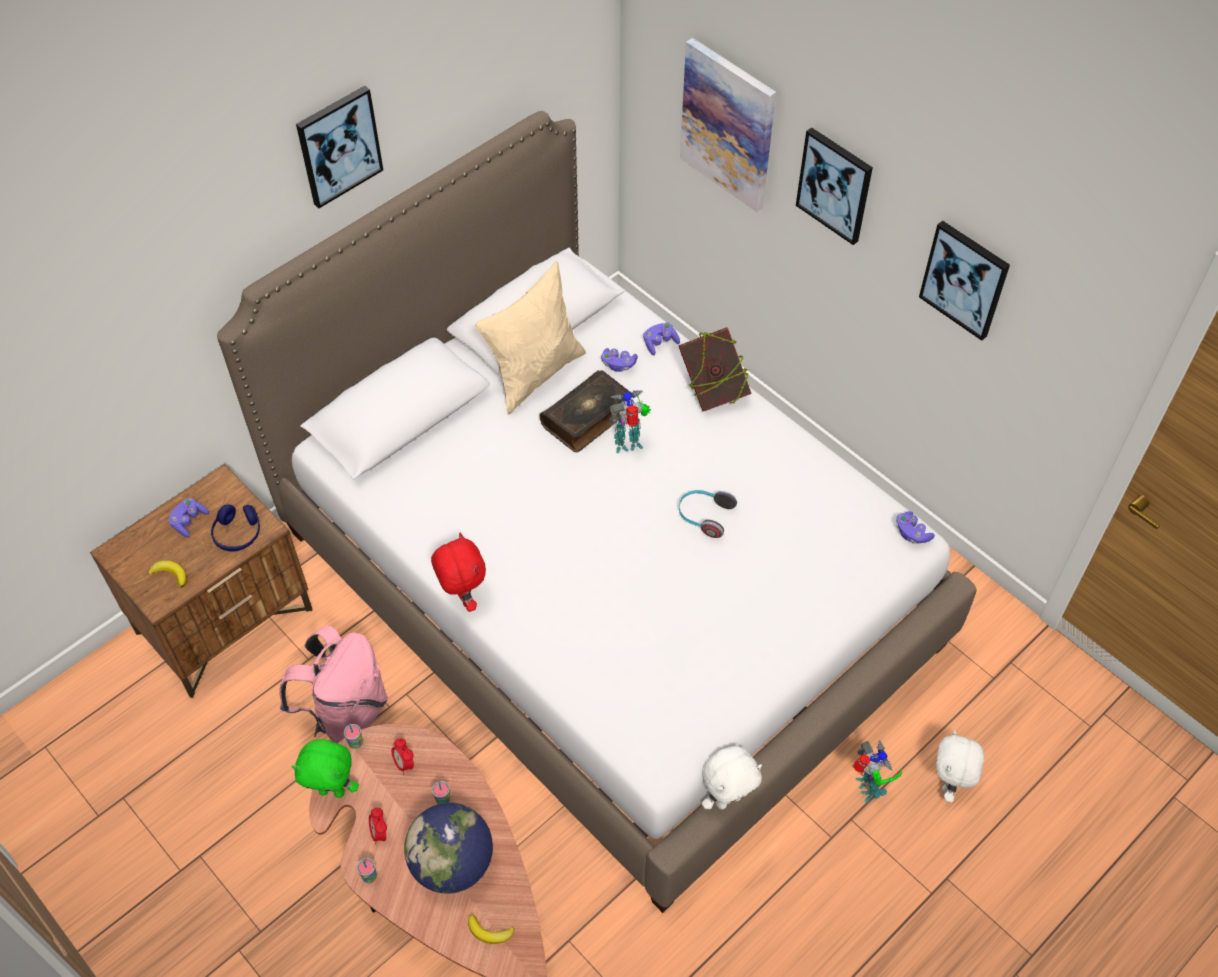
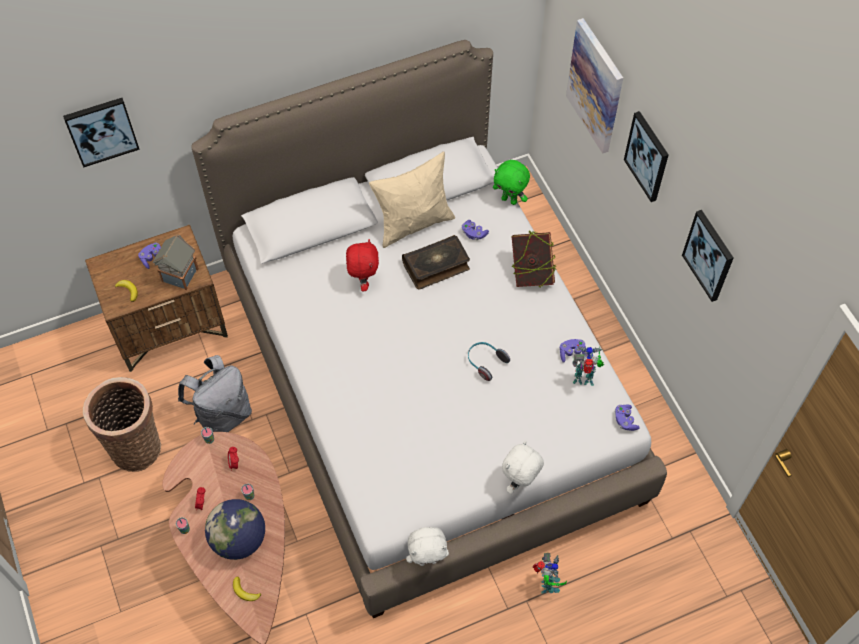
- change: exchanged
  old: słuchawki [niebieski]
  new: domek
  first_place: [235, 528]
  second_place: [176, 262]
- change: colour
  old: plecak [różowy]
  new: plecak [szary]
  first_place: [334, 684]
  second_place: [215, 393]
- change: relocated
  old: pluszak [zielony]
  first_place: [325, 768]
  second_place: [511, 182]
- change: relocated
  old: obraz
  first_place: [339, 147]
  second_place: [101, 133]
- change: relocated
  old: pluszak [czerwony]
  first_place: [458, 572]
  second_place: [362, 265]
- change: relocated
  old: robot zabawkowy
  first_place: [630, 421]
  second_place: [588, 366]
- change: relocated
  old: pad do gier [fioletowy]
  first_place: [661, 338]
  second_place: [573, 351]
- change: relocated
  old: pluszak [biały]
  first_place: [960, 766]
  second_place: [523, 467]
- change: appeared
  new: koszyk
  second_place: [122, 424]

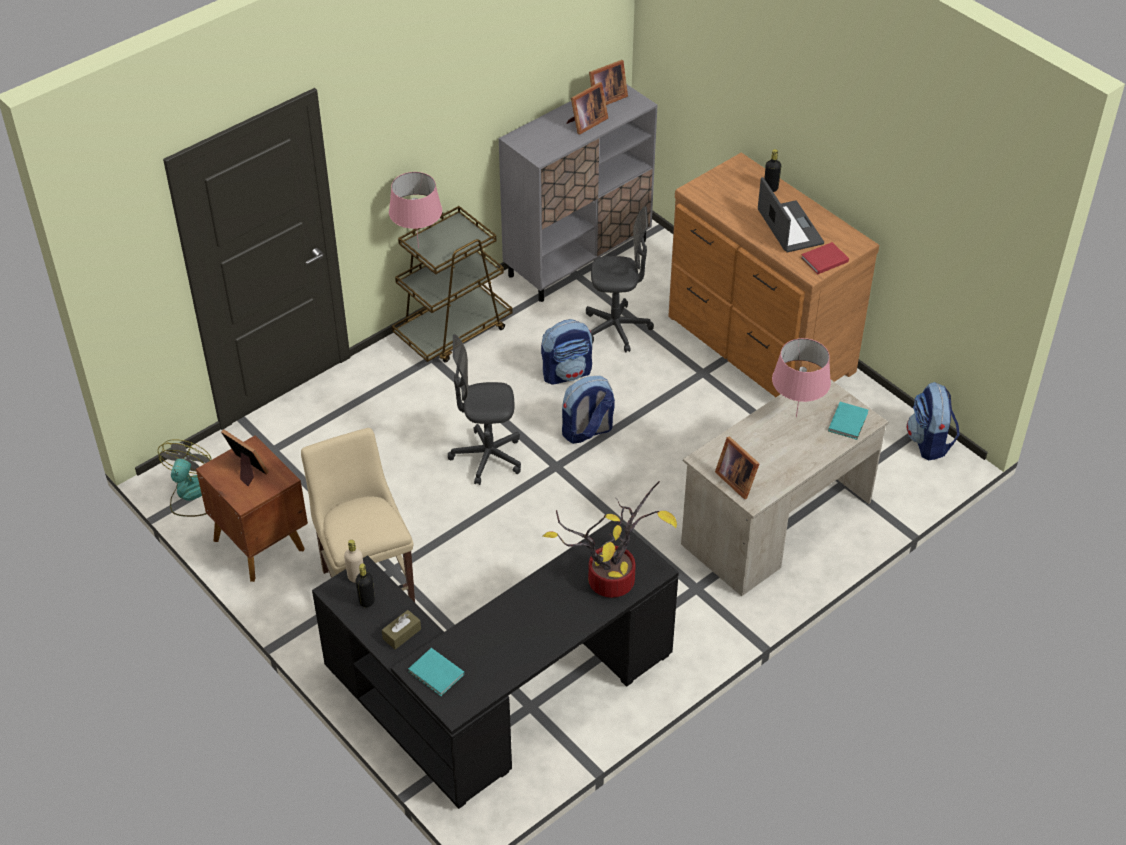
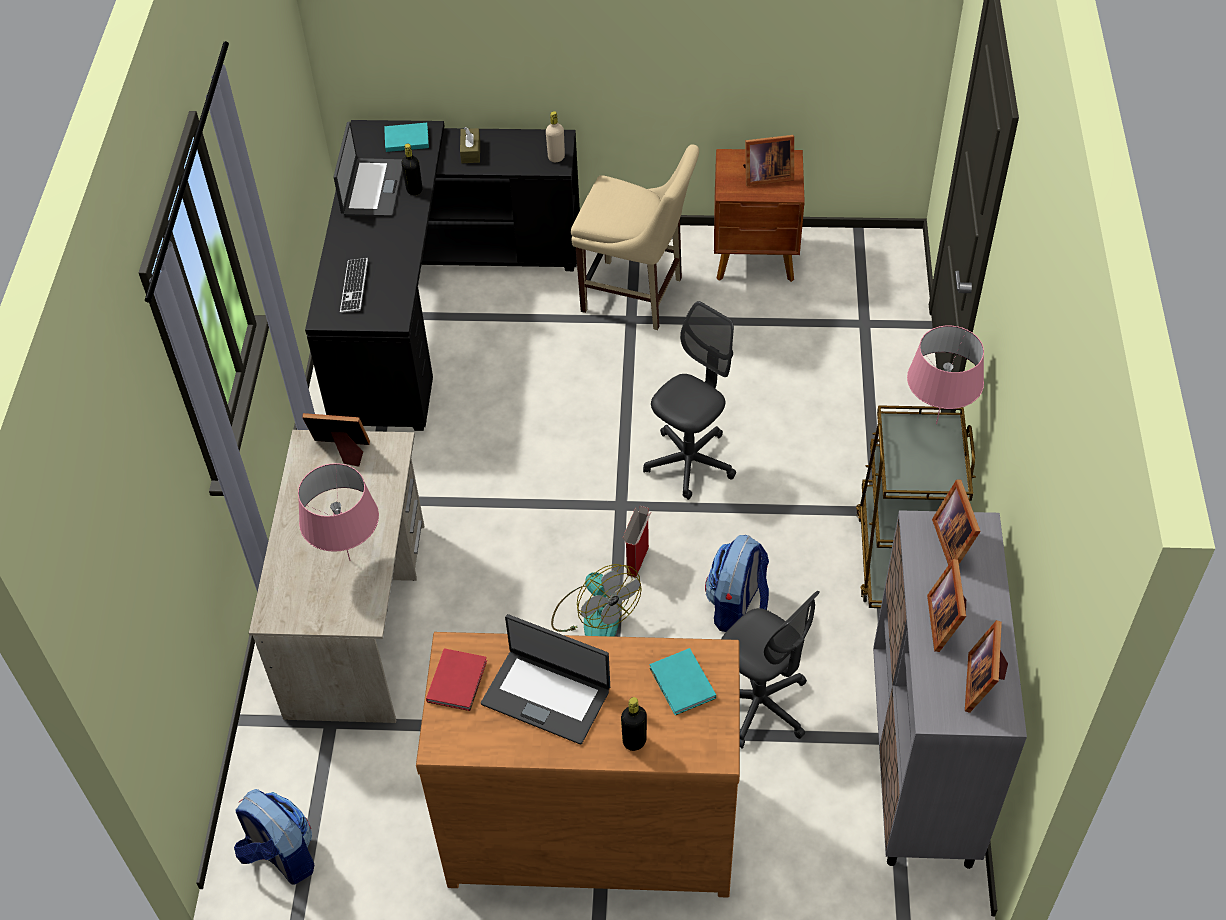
- change: relocated
  old: wentylator
  first_place: [184, 478]
  second_place: [596, 600]
- change: relocated
  old: butelka [czarny]
  first_place: [365, 585]
  second_place: [411, 169]
- change: exchanged
  old: roślina doniczkowa
  new: klawiatura
  first_place: [610, 539]
  second_place: [354, 285]
- change: exchanged
  old: plecak
  new: karton
  first_place: [588, 410]
  second_place: [637, 542]
- change: spun
  old: krzesło biurowe [szary]
  first_place: [620, 279]
  second_place: [770, 670]
  degrees: -90
- change: relocated
  old: książka [turkusowy]
  first_place: [848, 421]
  second_place: [682, 681]
- change: appeared
  new: laptop
  second_place: [368, 169]
- change: appeared
  new: ramka na zdjęcie
  second_place: [956, 522]

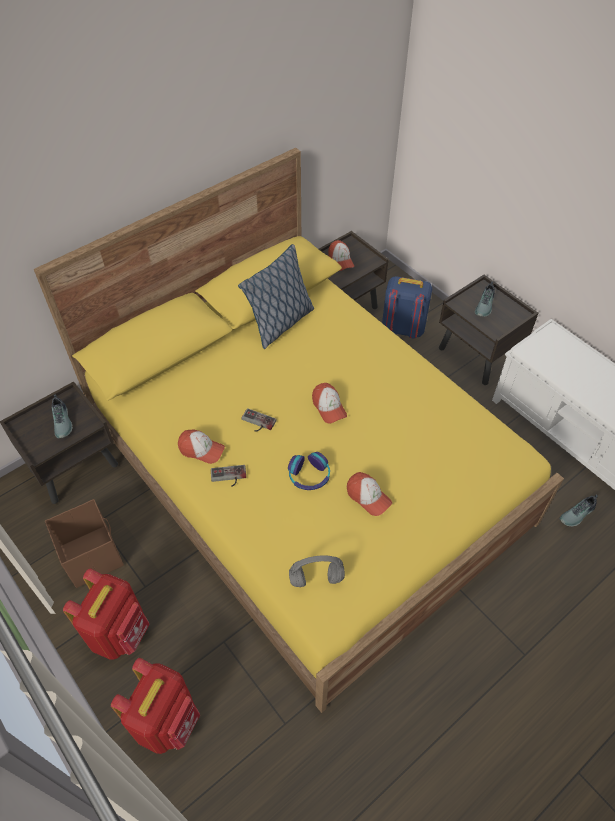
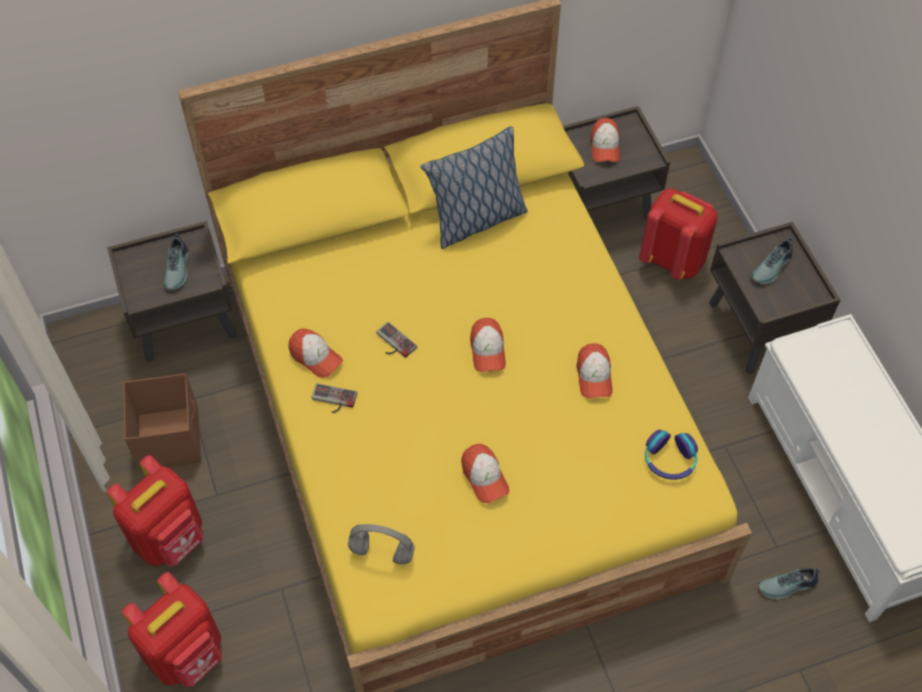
- change: relocated
  old: słuchawki
  first_place: [309, 471]
  second_place: [671, 455]
- change: colour
  old: plecak [niebieski]
  new: plecak [czerwony]
  first_place: [407, 307]
  second_place: [678, 234]
- change: appeared
  new: czapka z daszkiem
  second_place: [595, 370]

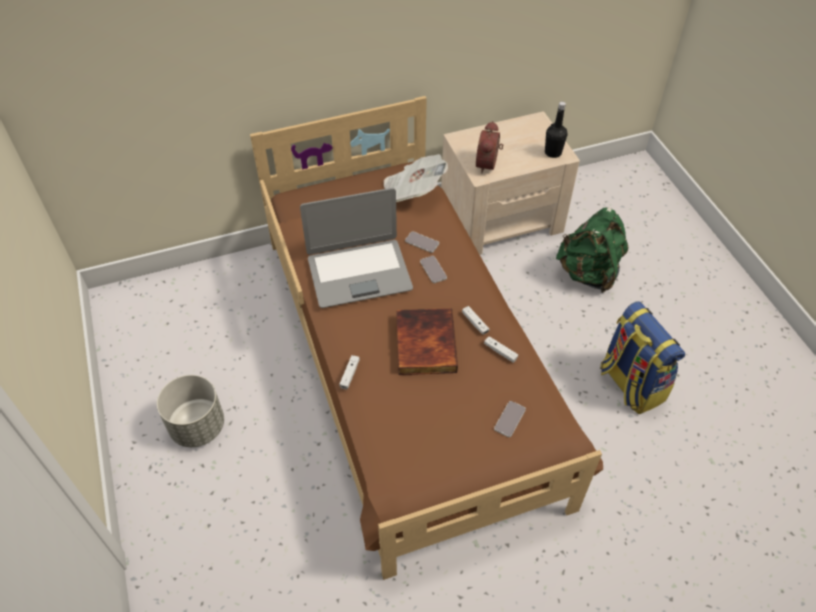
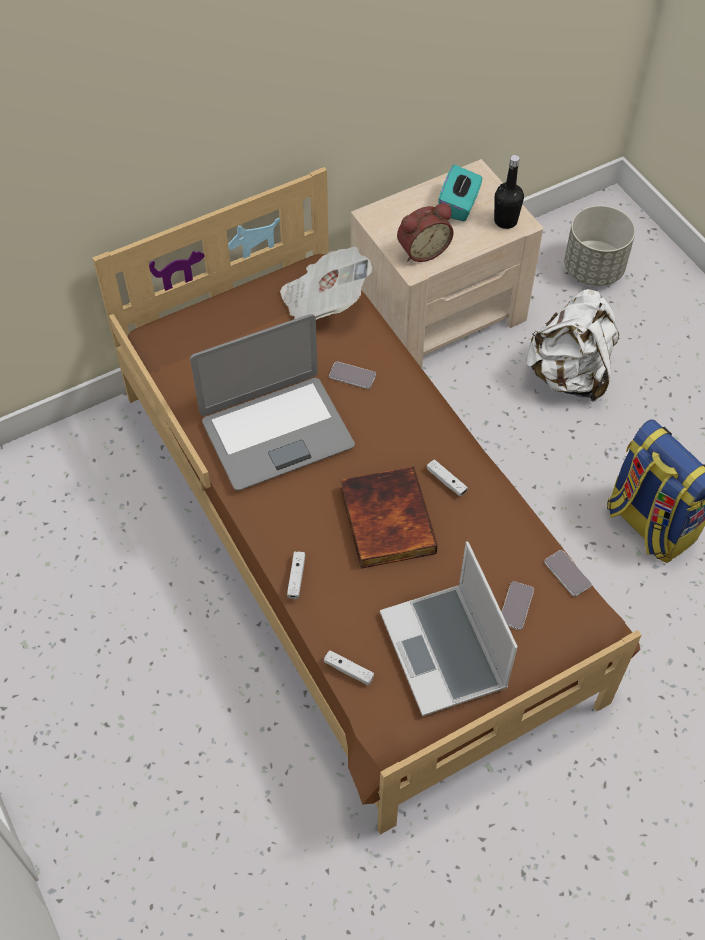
- change: relocated
  old: donica [szary]
  first_place: [190, 411]
  second_place: [599, 245]
- change: relocated
  old: telefon
  first_place: [433, 269]
  second_place: [568, 573]
- change: spun
  old: budzik
  first_place: [489, 147]
  second_place: [425, 232]
  degrees: -120
- change: relocated
  old: pad do gier [biały]
  first_place: [501, 349]
  second_place: [349, 667]
- change: colour
  old: plecak [zielony]
  new: plecak [biały]
  first_place: [592, 250]
  second_place: [572, 345]
- change: appeared
  new: laptop
  second_place: [449, 629]
- change: appeared
  new: pudełko chusteczek [turkusowy]
  second_place: [460, 193]

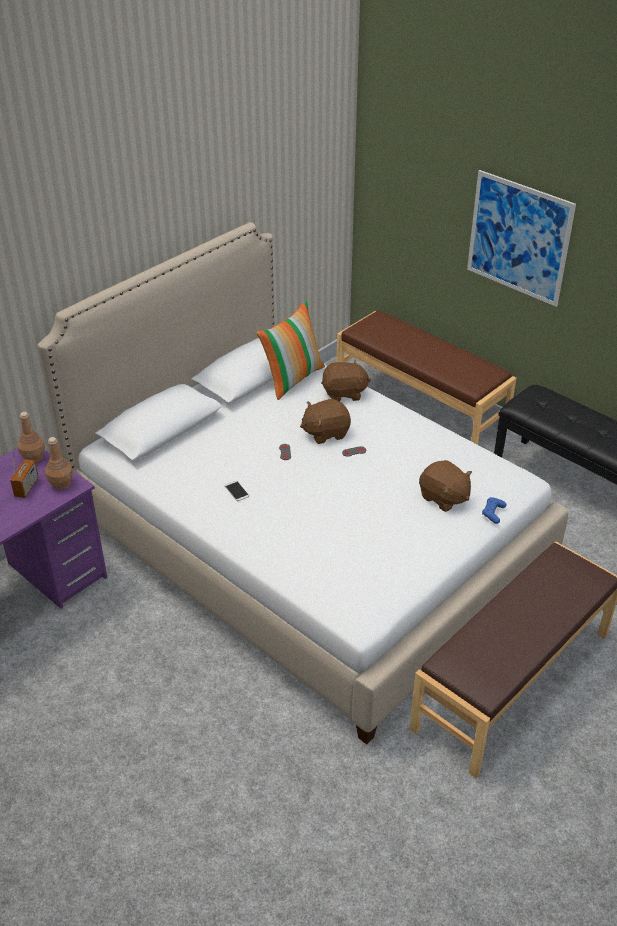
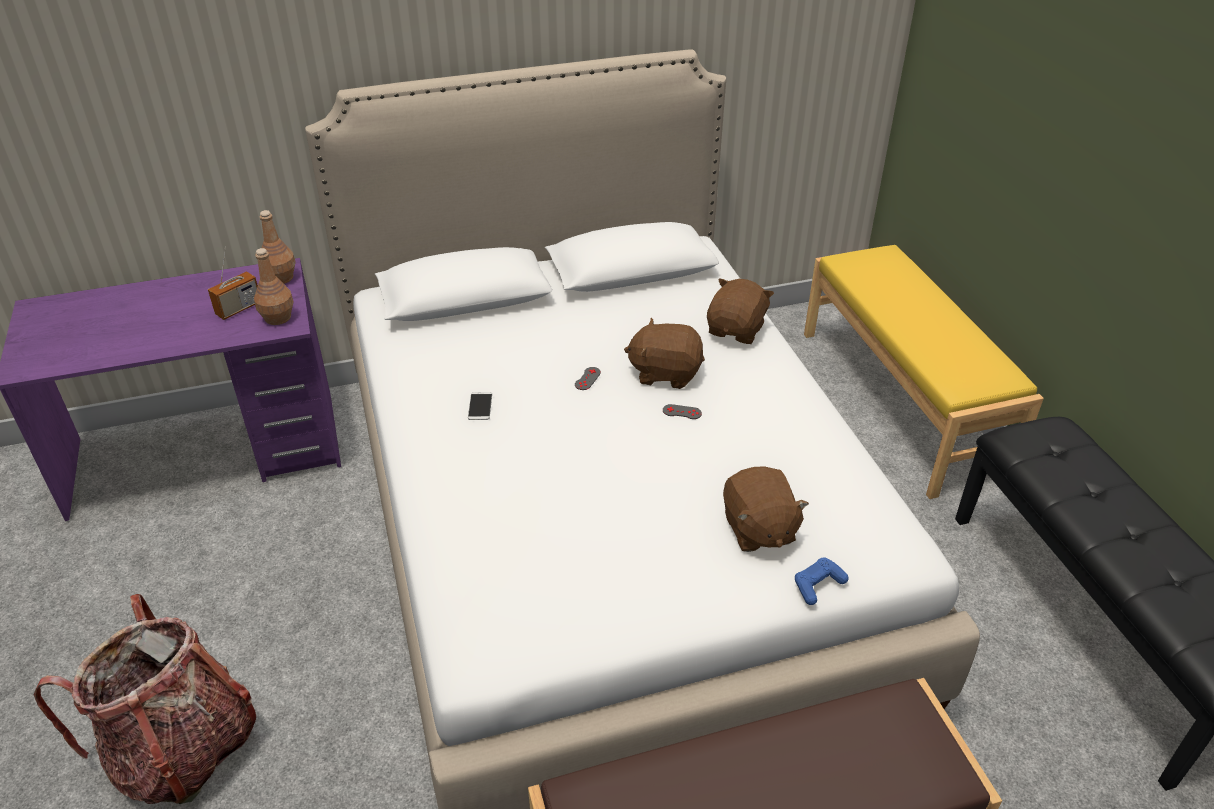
- change: missing
  old: poduszka
  first_place: [290, 350]
- change: spun
  old: pluszak [brązowy]
  first_place: [346, 380]
  second_place: [740, 311]
  degrees: -90
- change: colour
  old: ławka [brązowy]
  new: ławka [żółty]
  first_place: [427, 377]
  second_place: [924, 372]
- change: missing
  old: obraz
  first_place: [521, 238]
- change: appeared
  new: plecak
  second_place: [145, 699]

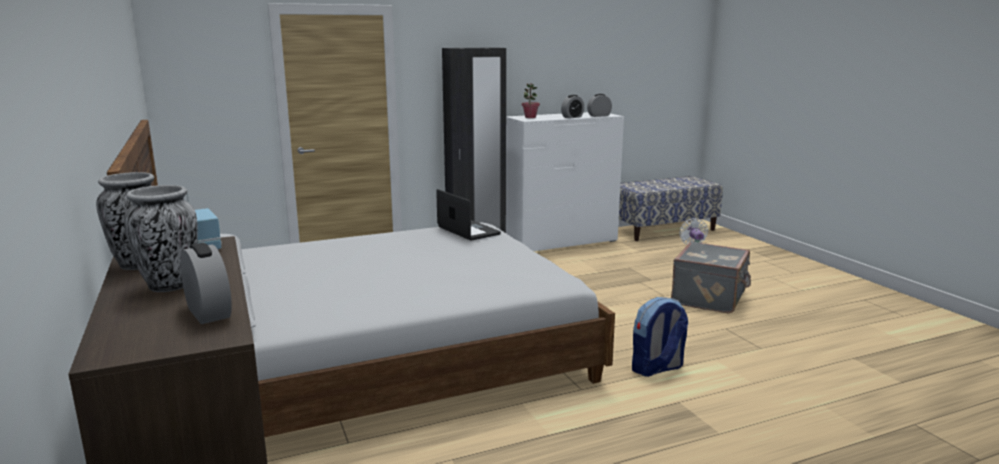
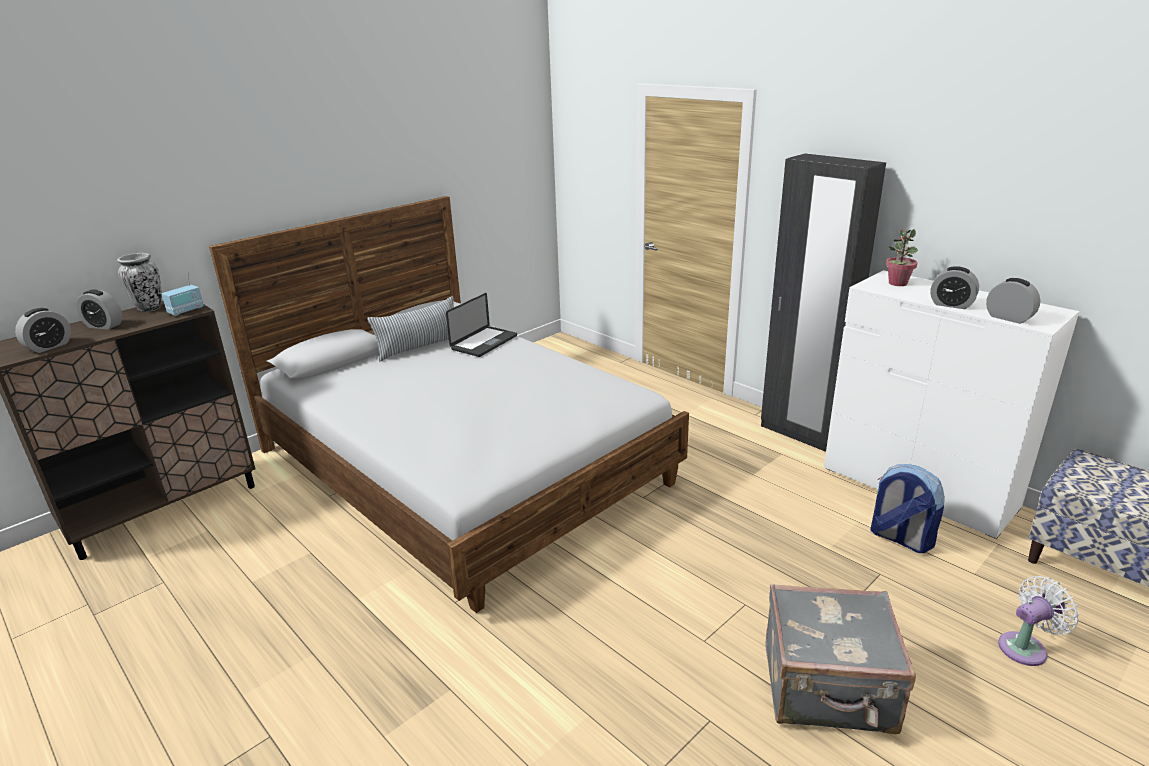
- change: exchanged
  old: wazon
  new: budzik
  first_place: [161, 238]
  second_place: [99, 310]
- change: relocated
  old: laptop
  first_place: [468, 215]
  second_place: [481, 325]
- change: relocated
  old: plecak
  first_place: [660, 337]
  second_place: [907, 508]
- change: appeared
  new: poduszka
  second_place: [410, 329]

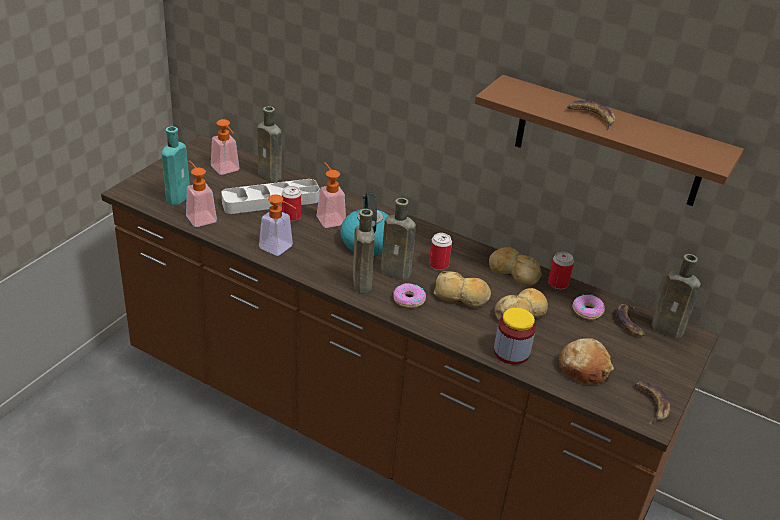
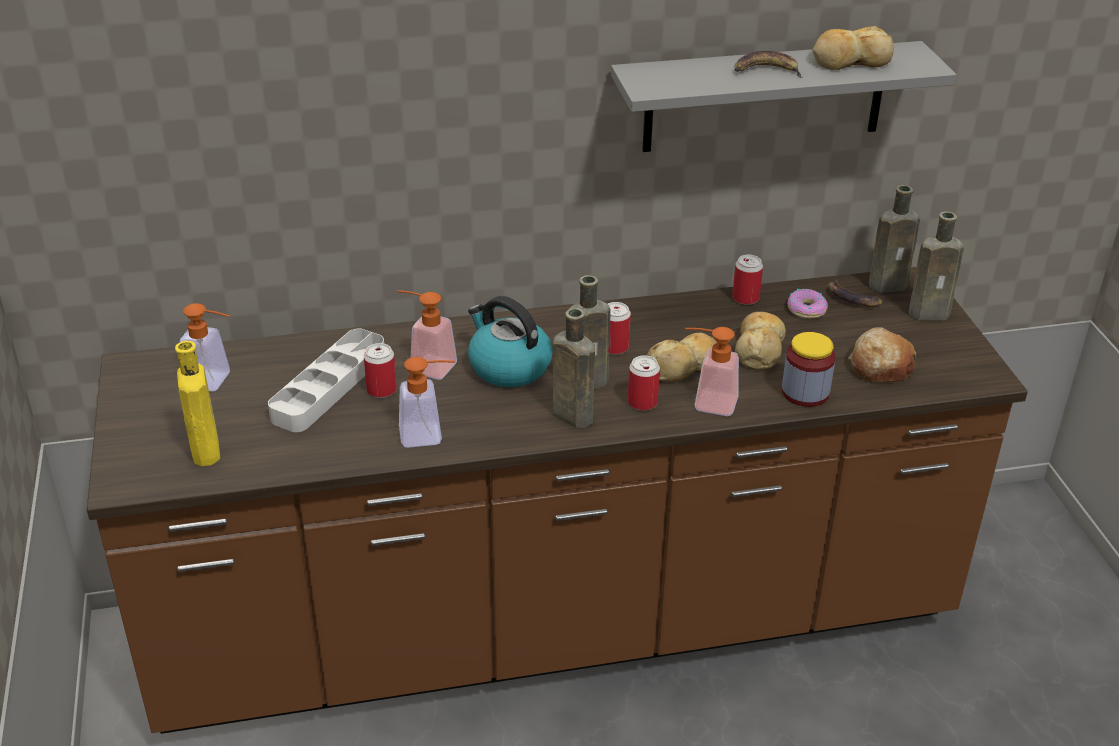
- change: colour
  old: butelka [turkusowy]
  new: butelka [żółty]
  first_place: [176, 165]
  second_place: [197, 403]
- change: relocated
  old: dozownik mydła
  first_place: [201, 194]
  second_place: [712, 371]
- change: relocated
  old: butelka [brązowy]
  first_place: [270, 144]
  second_place: [936, 266]
- change: exchanged
  old: donut
  new: puszka
  first_place: [409, 295]
  second_place: [644, 383]
- change: colour
  old: półka [brązowy]
  new: półka [szary]
  first_place: [609, 140]
  second_place: [784, 96]
- change: relocated
  old: chleb
  first_place: [515, 266]
  second_place: [853, 48]
- change: missing
  old: banan
  first_place: [652, 402]

